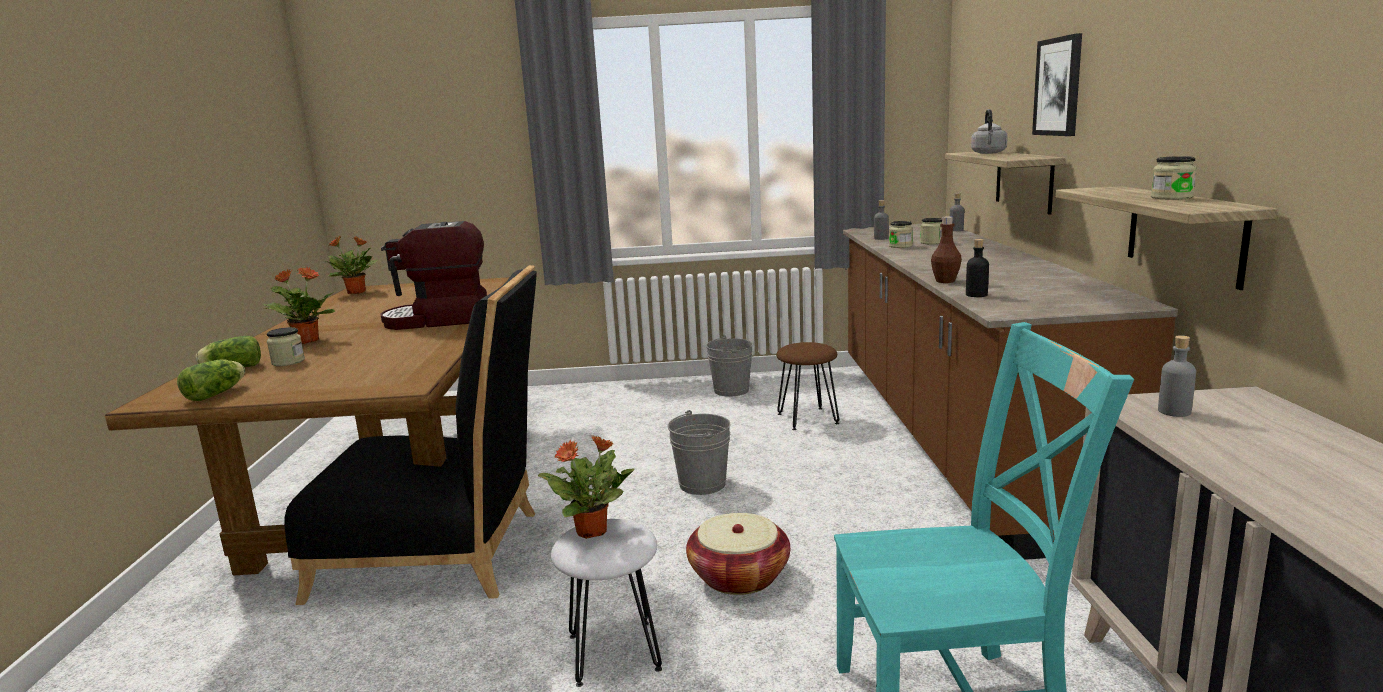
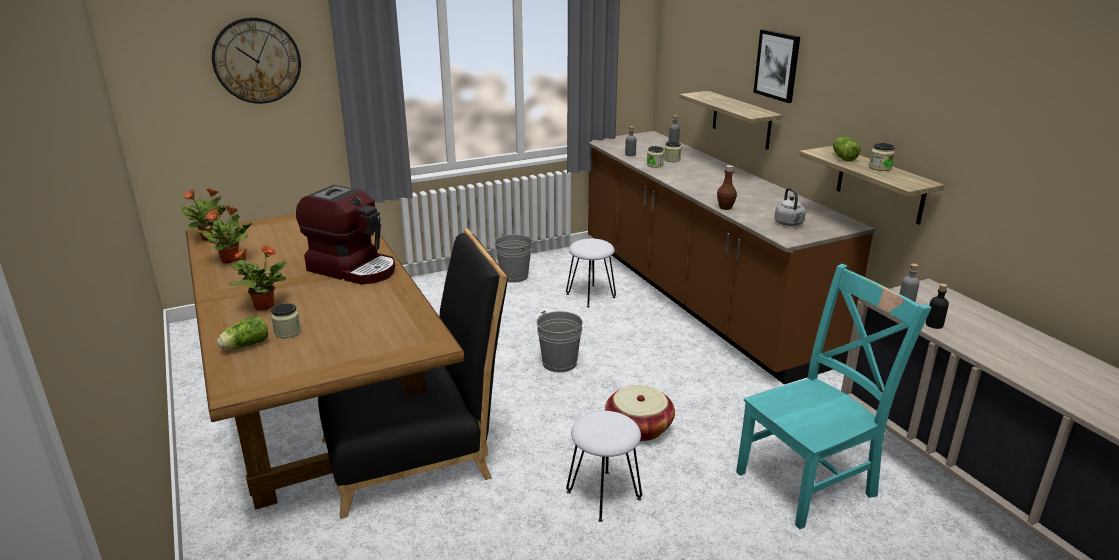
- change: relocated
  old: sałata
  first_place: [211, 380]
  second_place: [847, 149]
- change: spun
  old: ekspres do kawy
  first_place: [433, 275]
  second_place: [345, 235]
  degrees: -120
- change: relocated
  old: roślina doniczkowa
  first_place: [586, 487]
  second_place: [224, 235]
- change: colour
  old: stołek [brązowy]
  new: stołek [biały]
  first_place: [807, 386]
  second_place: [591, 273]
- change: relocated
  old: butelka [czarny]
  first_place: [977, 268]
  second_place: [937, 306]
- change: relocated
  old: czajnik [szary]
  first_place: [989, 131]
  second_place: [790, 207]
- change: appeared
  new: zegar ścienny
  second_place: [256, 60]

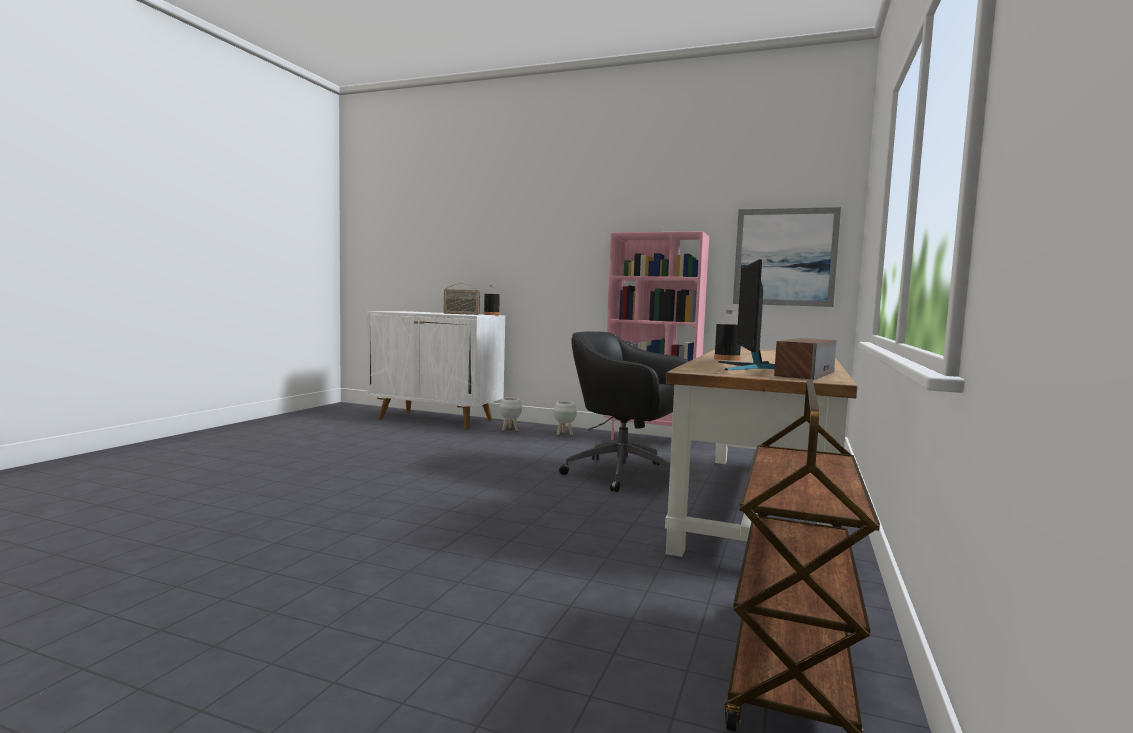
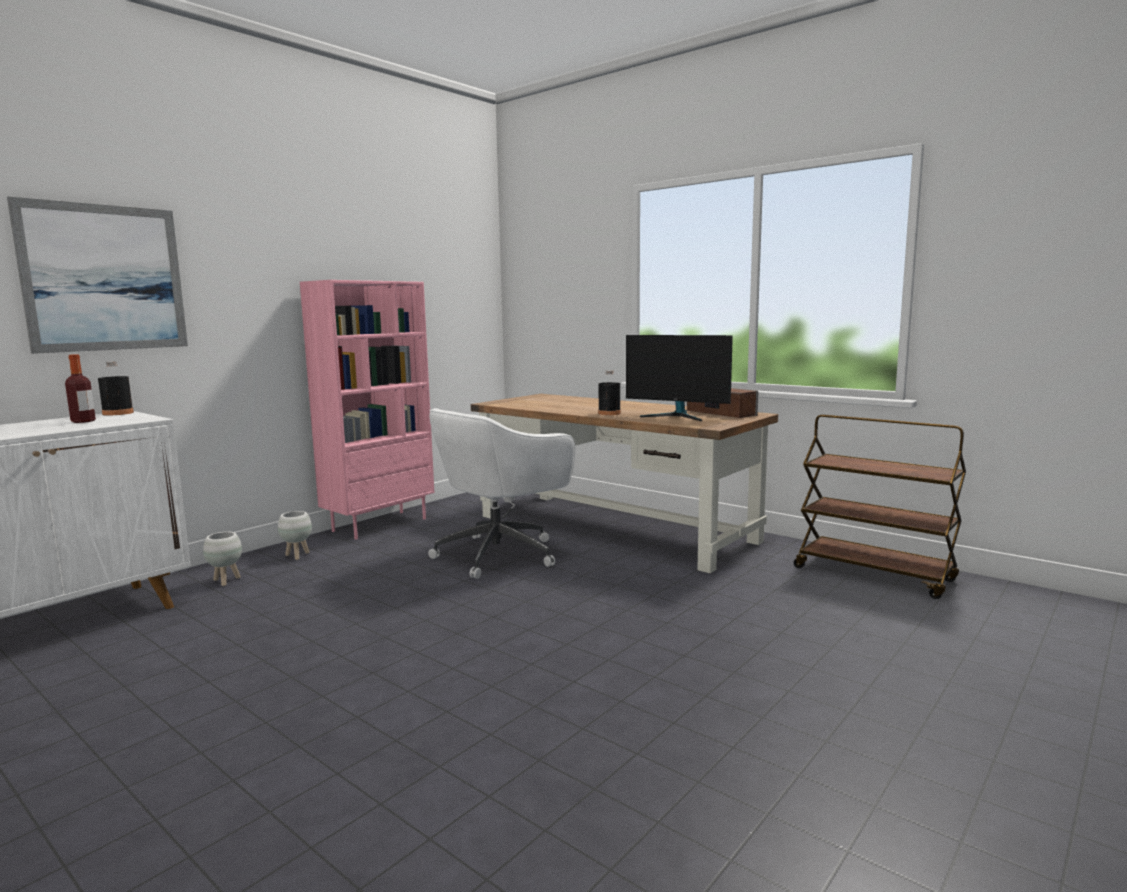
- change: exchanged
  old: radio
  new: butelka
  first_place: [462, 299]
  second_place: [80, 388]
- change: colour
  old: krzesło biurowe [czarny]
  new: krzesło biurowe [biały]
  first_place: [624, 412]
  second_place: [501, 493]
- change: relocated
  old: obraz
  first_place: [787, 257]
  second_place: [97, 275]

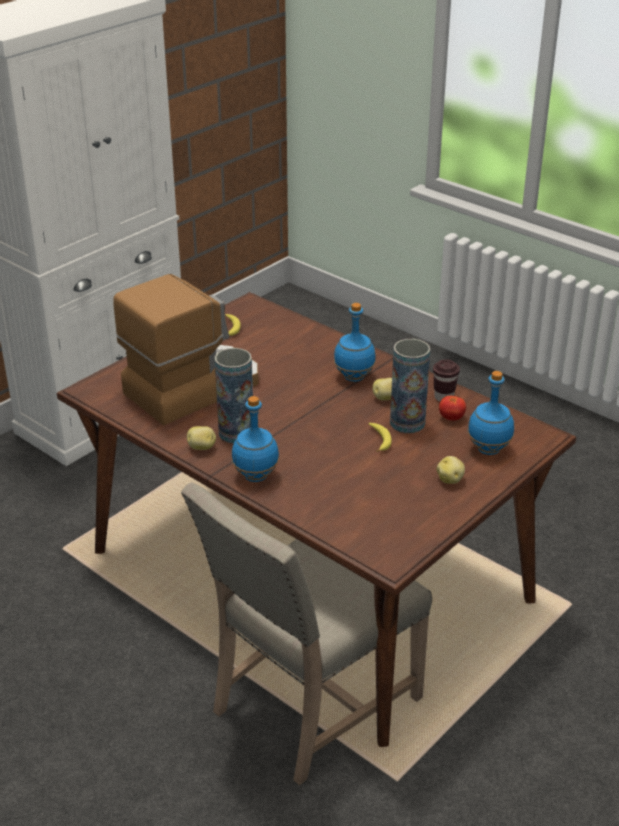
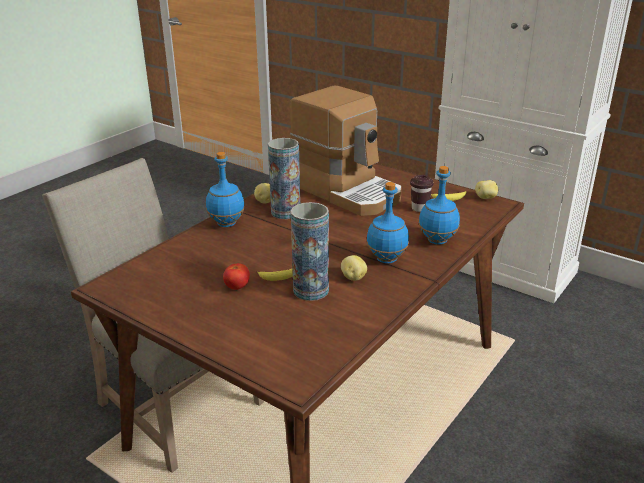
- change: relocated
  old: filiżanka [brązowy]
  first_place: [446, 380]
  second_place: [422, 193]
- change: relocated
  old: ziemniak
  first_place: [451, 470]
  second_place: [486, 189]
- change: relocated
  old: pomidor
  first_place: [452, 408]
  second_place: [236, 276]
- change: relocated
  old: butelka [niebieski]
  first_place: [491, 413]
  second_place: [439, 205]

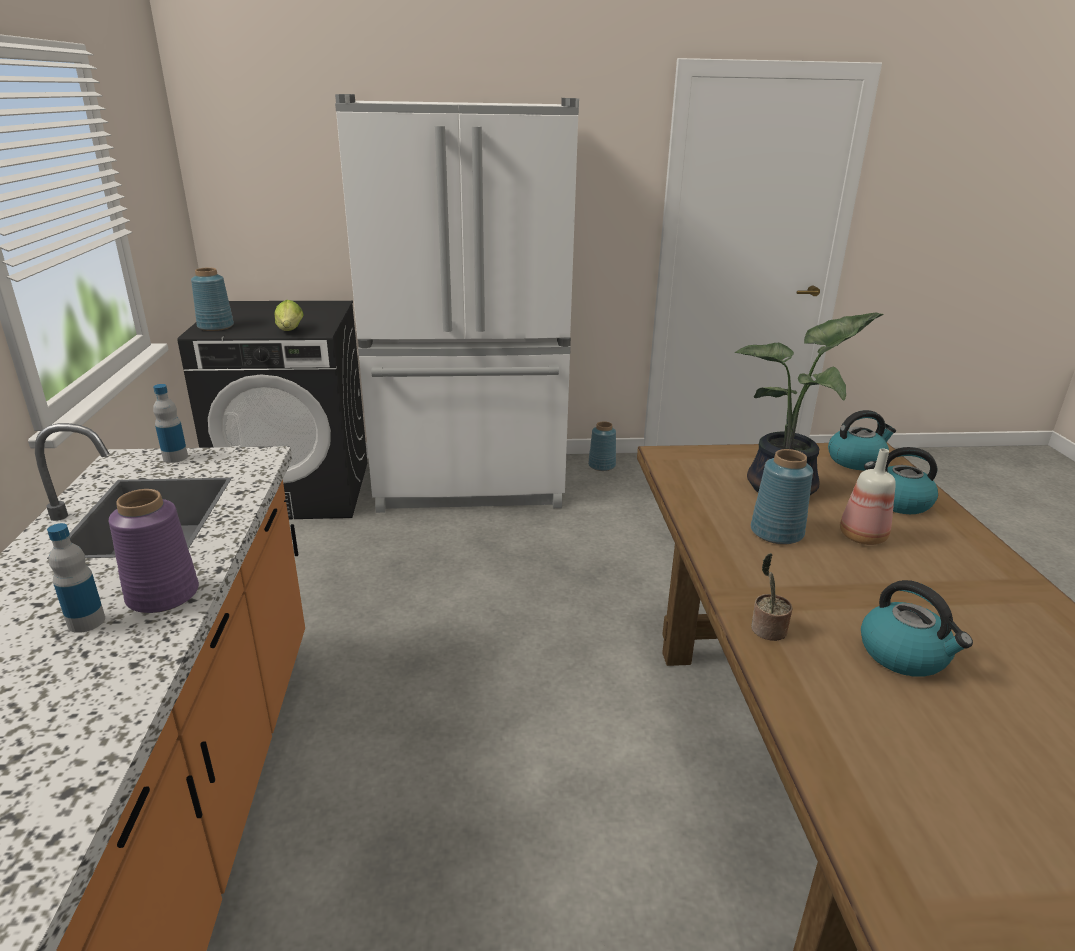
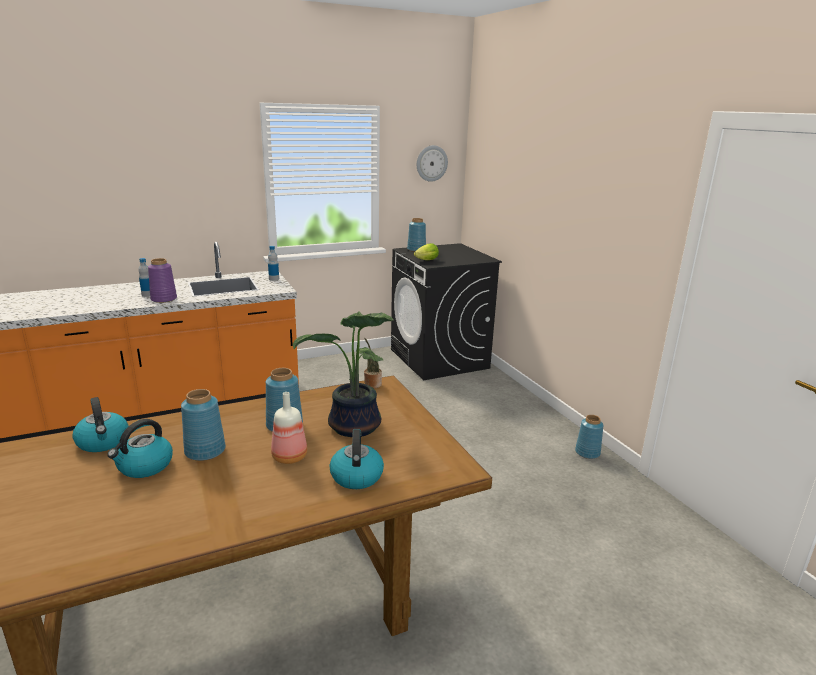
- change: missing
  old: lodówka [biały]
  first_place: [457, 303]
- change: relocated
  old: roślina doniczkowa
  first_place: [771, 597]
  second_place: [373, 363]
- change: relocated
  old: czajnik
  first_place: [862, 440]
  second_place: [100, 424]
- change: appeared
  new: wazon [niebieski]
  second_place: [203, 425]
- change: appeared
  new: zegar ścienny
  second_place: [432, 163]

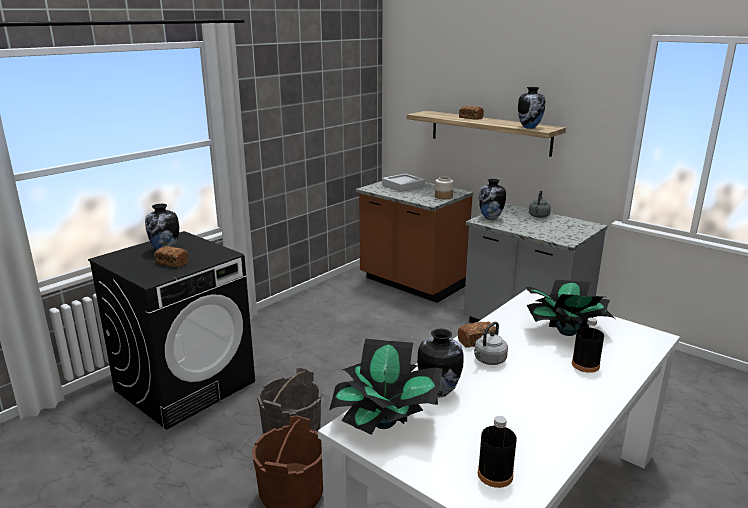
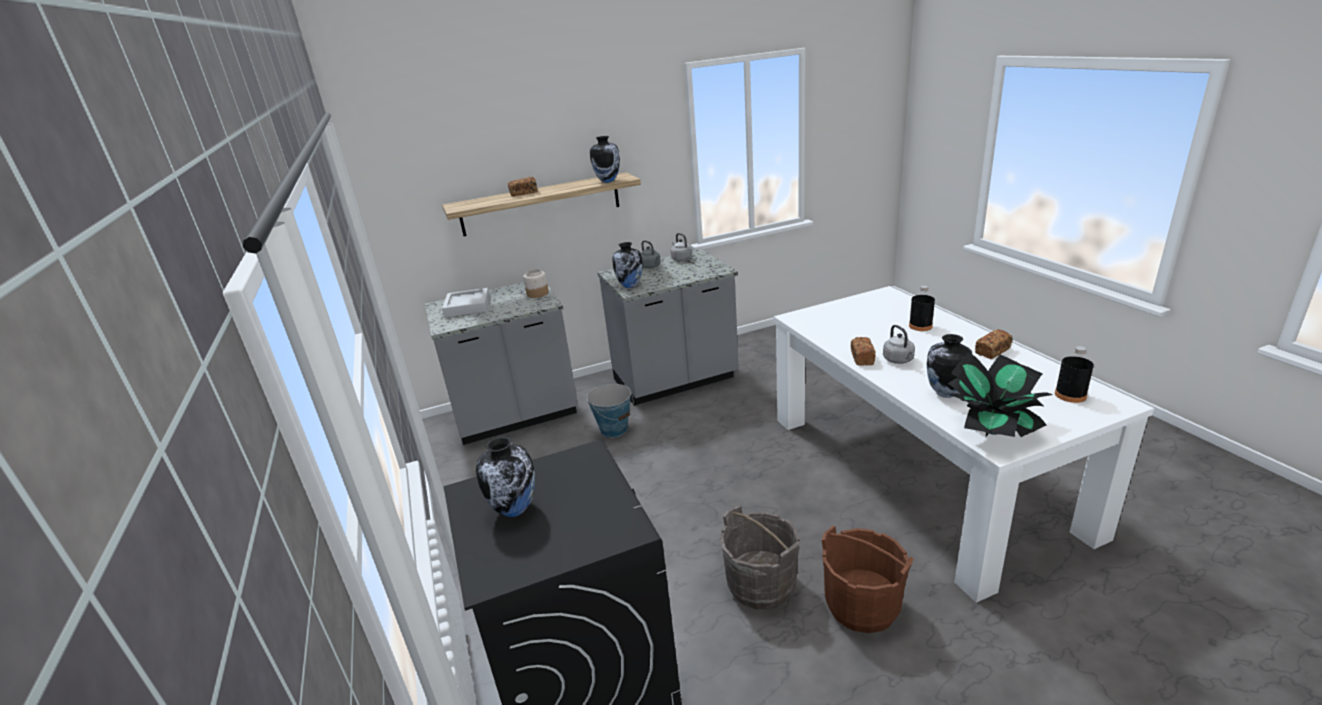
- change: relocated
  old: chleb
  first_place: [171, 257]
  second_place: [994, 344]
- change: colour
  old: zabudowa kuchenna [brązowy]
  new: zabudowa kuchenna [szary]
  first_place: [414, 242]
  second_place: [501, 363]
- change: missing
  old: roślina doniczkowa
  first_place: [570, 308]
- change: appeared
  new: wiadro
  second_place: [610, 411]
- change: appeared
  new: czajnik [szary]
  second_place: [681, 247]

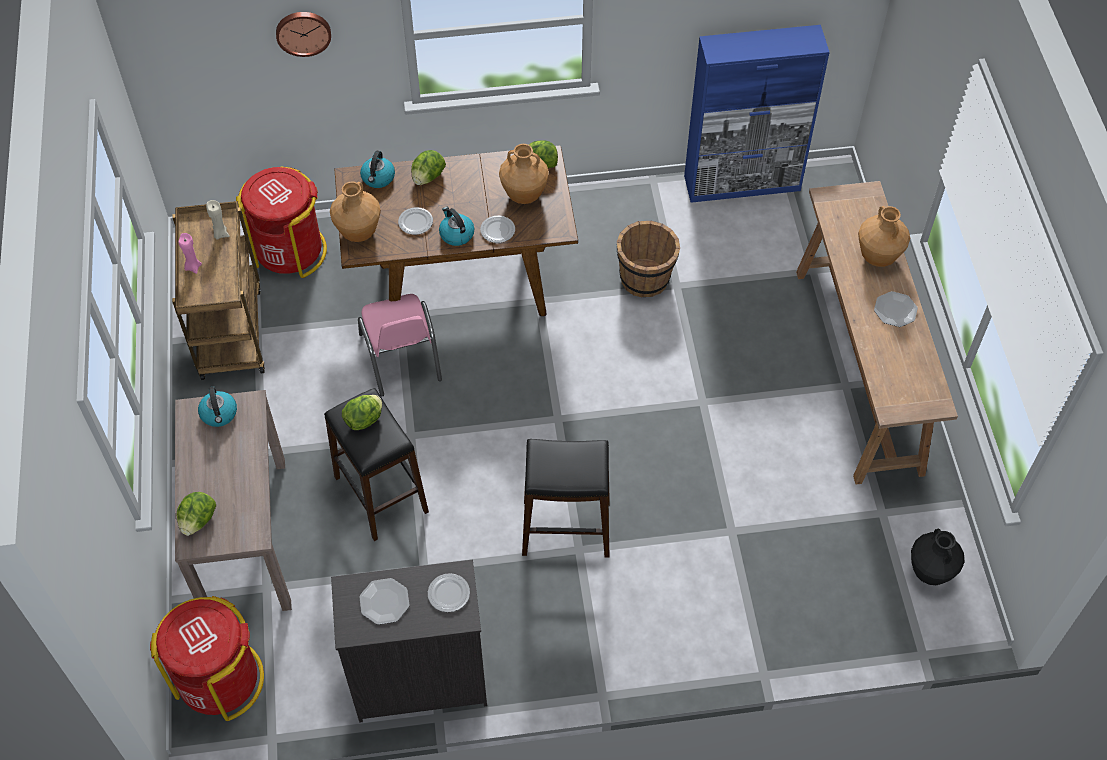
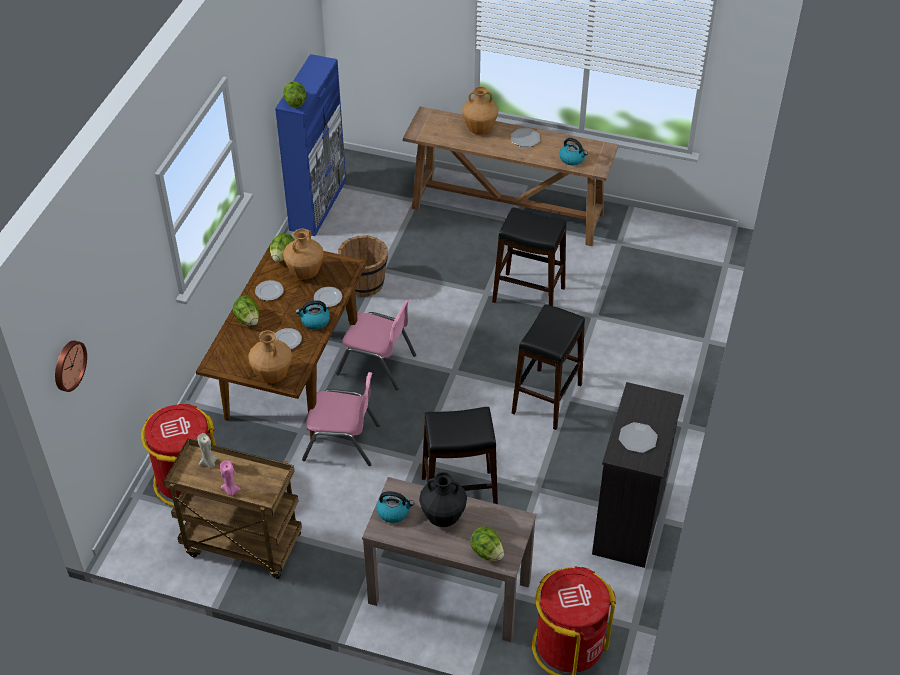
- change: relocated
  old: zegar ścienny
  first_place: [303, 34]
  second_place: [71, 366]
- change: relocated
  old: sałata
  first_place: [362, 412]
  second_place: [295, 94]
- change: relocated
  old: czajnik
  first_place: [377, 169]
  second_place: [573, 151]
- change: relocated
  old: talerz
  first_place: [449, 592]
  second_place: [269, 290]
- change: relocated
  old: wazon [czarny]
  first_place: [938, 557]
  second_place: [443, 499]
- change: appeared
  new: krzesło [różowy]
  second_place: [376, 345]
- change: appeared
  new: stołek [czarny]
  second_place: [529, 256]

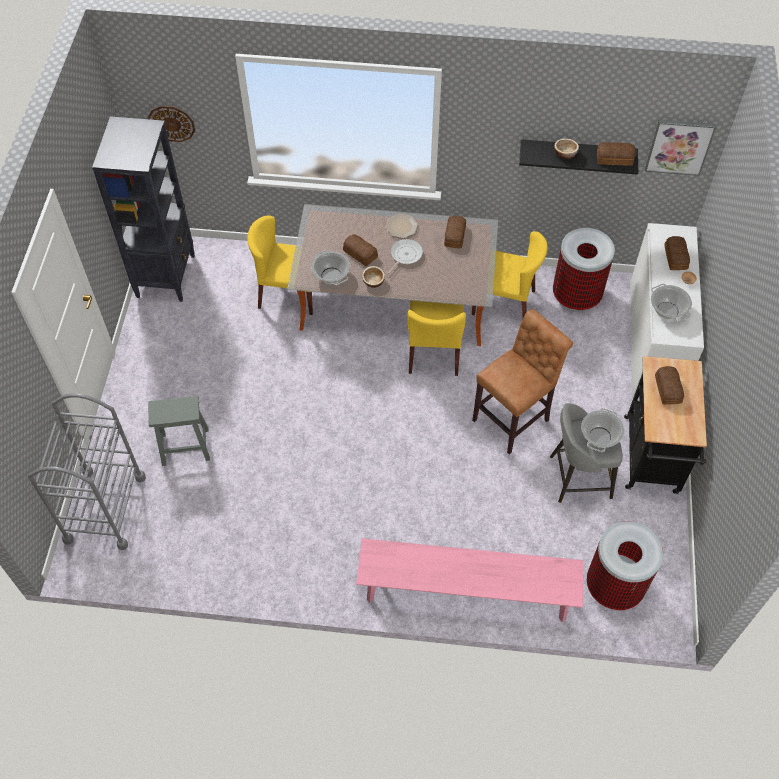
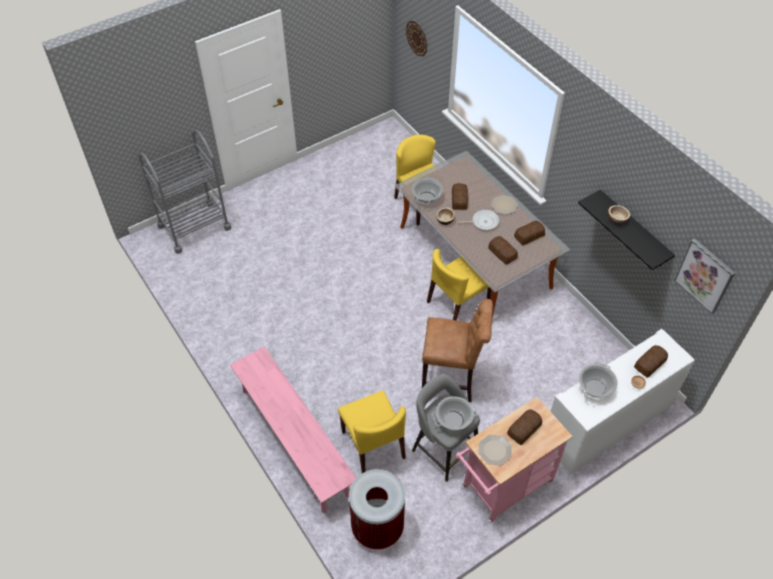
- change: missing
  old: regał [czarny]
  first_place: [143, 209]
- change: missing
  old: stołek [szary]
  first_place: [179, 431]
- change: relocated
  old: krzesło [żółty]
  first_place: [510, 274]
  second_place: [372, 432]
- change: missing
  old: kosz na śmieci
  first_place: [584, 270]
- change: relocated
  old: chleb
  first_place: [616, 153]
  second_place: [503, 250]
- change: colour
  old: wózek [czarny]
  new: wózek [różowy]
  first_place: [665, 425]
  second_place: [514, 459]
- change: appeared
  new: talerz
  second_place: [495, 450]

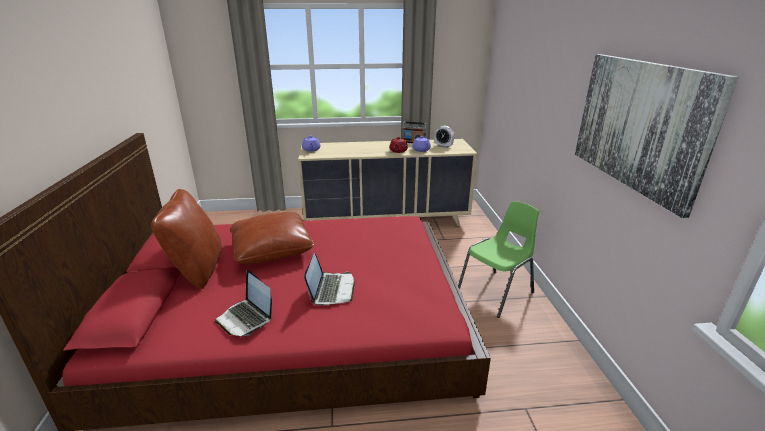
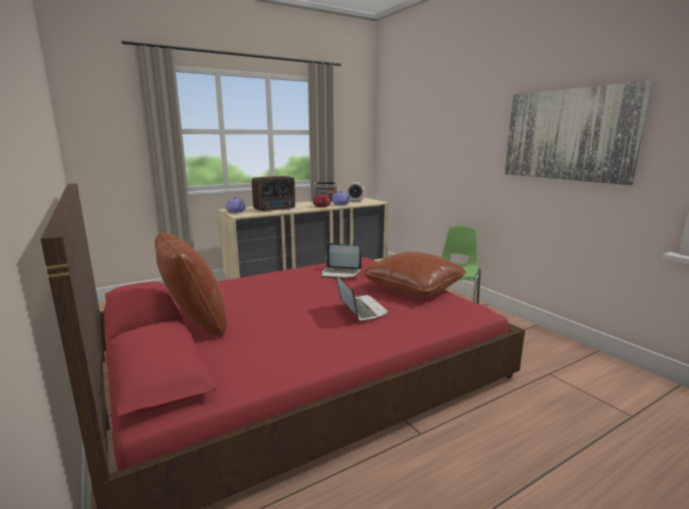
- change: relocated
  old: laptop
  first_place: [243, 303]
  second_place: [341, 261]
- change: relocated
  old: poduszka [brązowy]
  first_place: [272, 238]
  second_place: [415, 274]
- change: appeared
  new: radio
  second_place: [273, 193]

